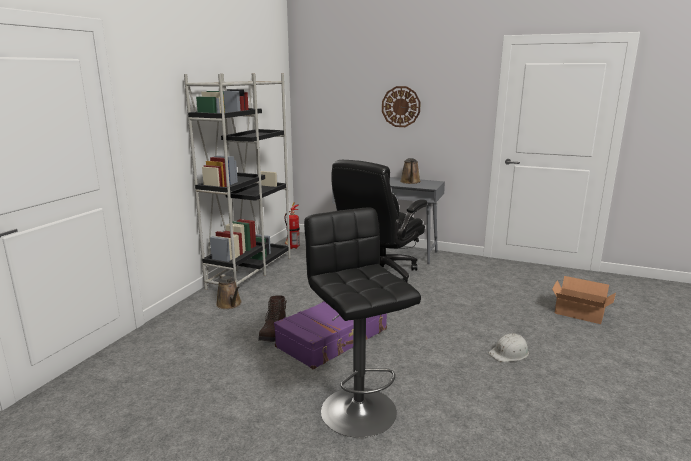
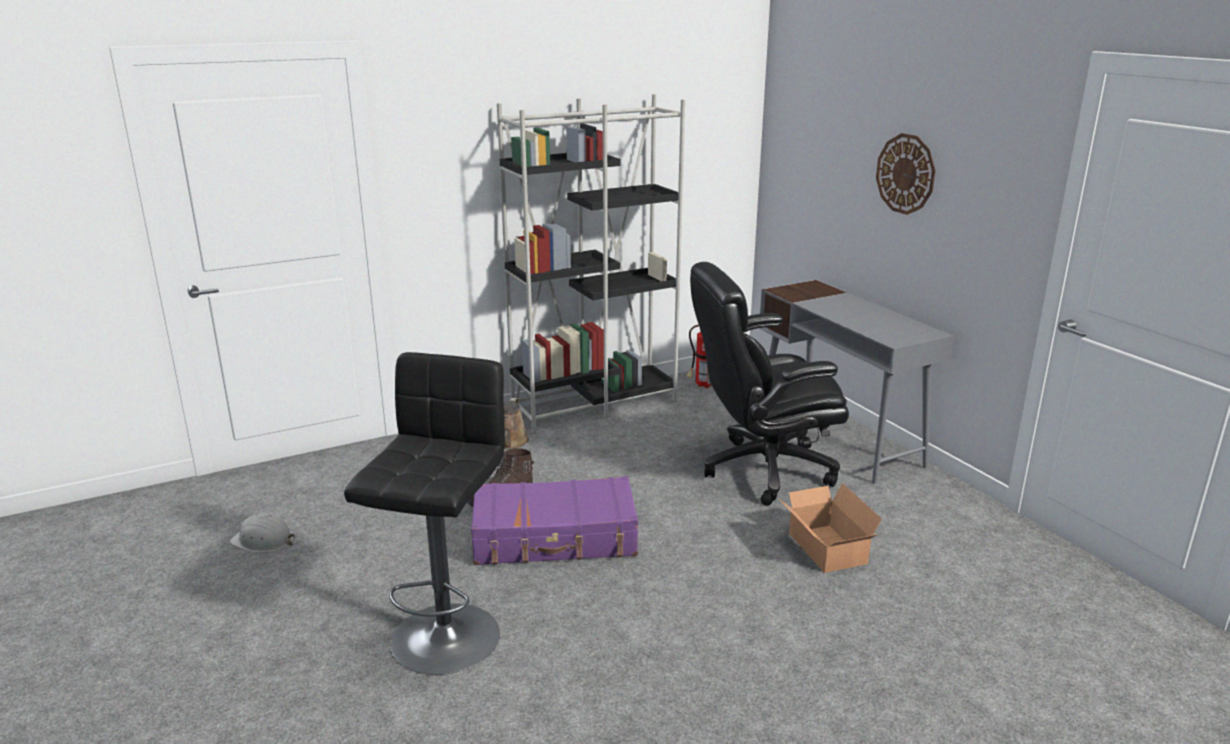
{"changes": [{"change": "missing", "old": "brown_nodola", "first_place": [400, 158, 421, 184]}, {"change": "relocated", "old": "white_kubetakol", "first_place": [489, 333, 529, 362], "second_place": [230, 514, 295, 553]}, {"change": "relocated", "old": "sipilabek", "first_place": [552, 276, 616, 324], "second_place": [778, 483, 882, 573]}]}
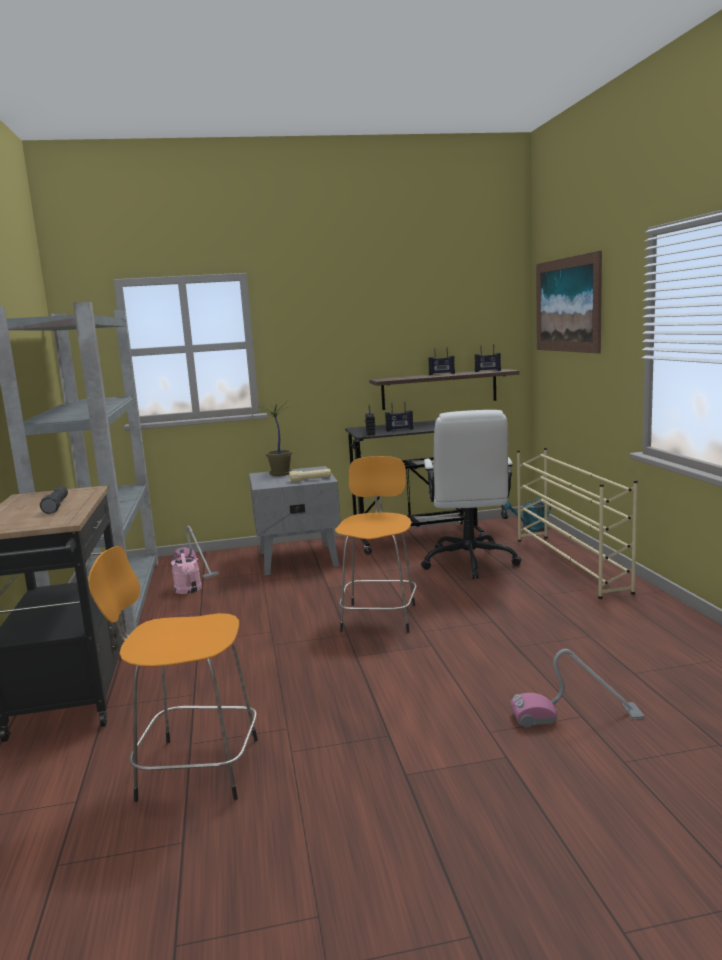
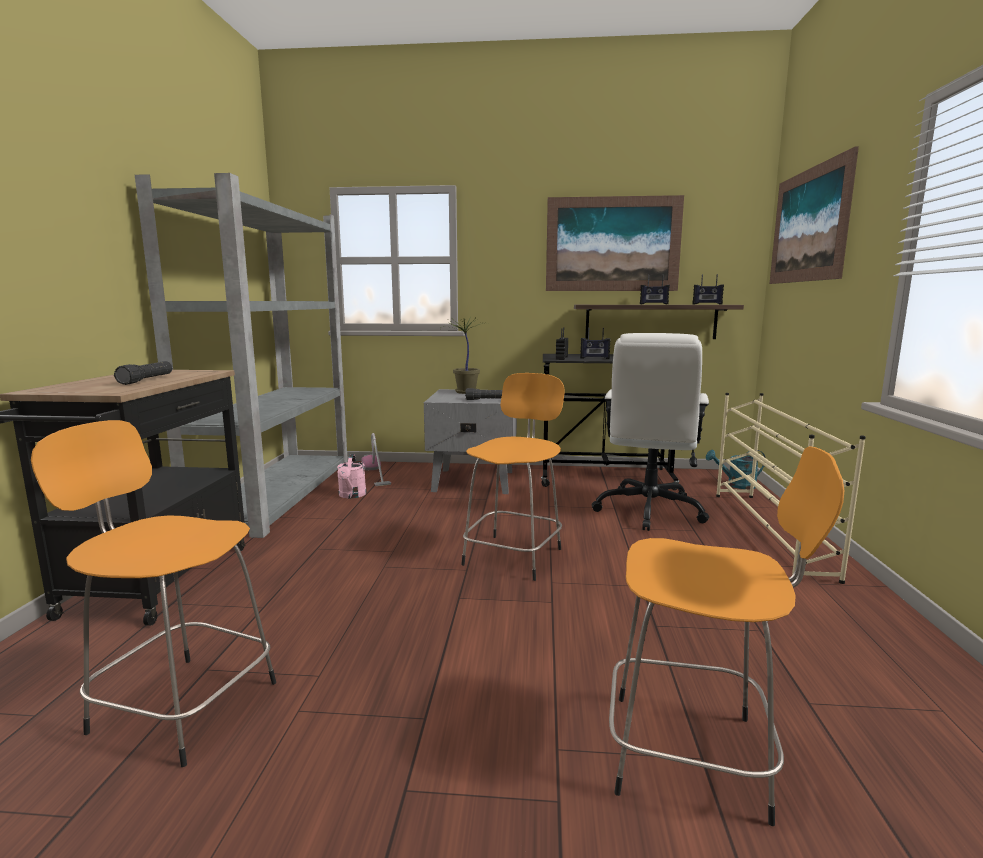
{"changes": [{"change": "appeared", "new": "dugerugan", "second_place": [546, 195, 684, 291]}, {"change": "exchanged", "old": "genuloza", "new": "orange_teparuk", "first_place": [510, 649, 644, 728], "second_place": [609, 446, 845, 826]}, {"change": "colour", "old": "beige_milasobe", "new": "black_milasobe", "first_place": [289, 469, 331, 482], "second_place": [465, 388, 502, 400]}]}
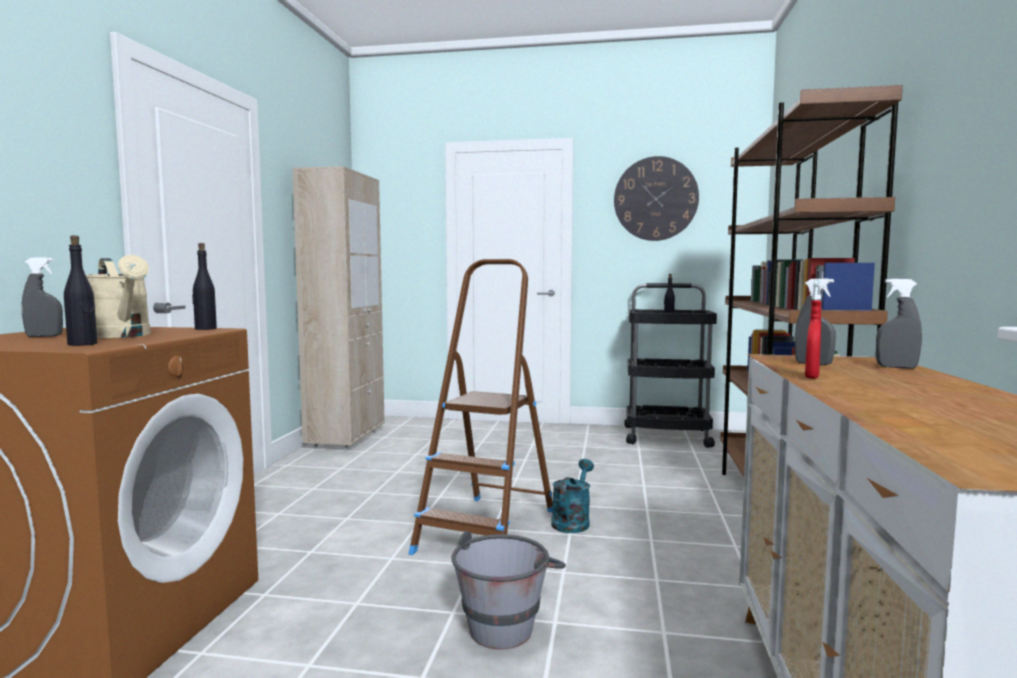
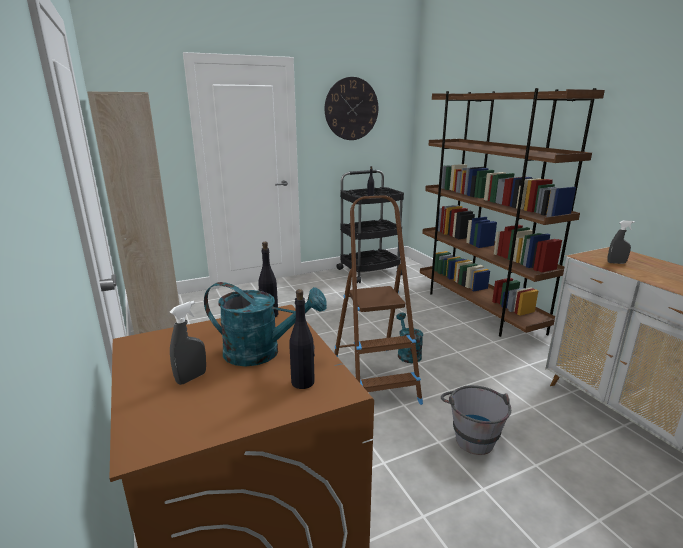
{"changes": [{"change": "missing", "old": "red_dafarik", "first_place": [805, 279, 821, 379]}, {"change": "missing", "old": "grey_dafarik", "first_place": [876, 279, 922, 369]}, {"change": "colour", "old": "beige_nodola", "new": "turquoise_nodola", "first_place": [86, 255, 151, 338], "second_place": [204, 282, 327, 366]}]}
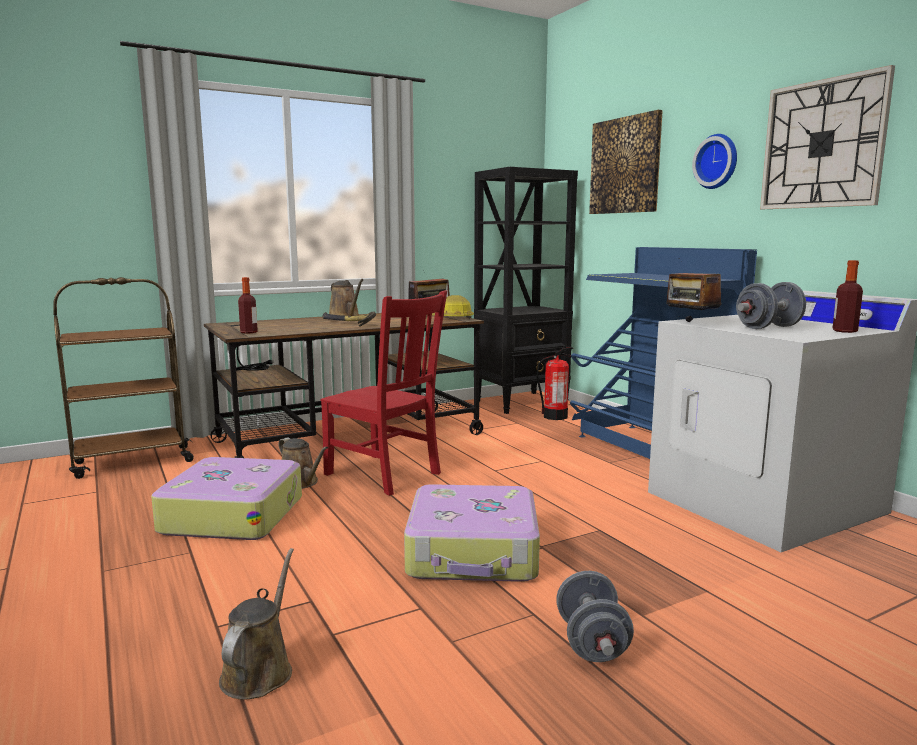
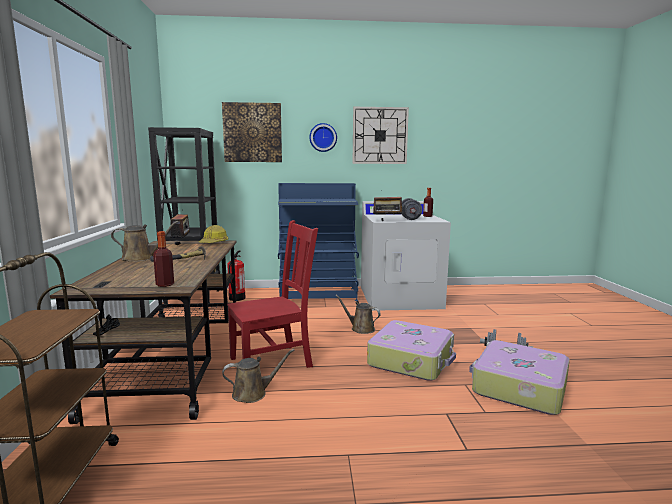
{"changes": [{"change": "relocated", "old": "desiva", "first_place": [151, 457, 302, 540], "second_place": [469, 340, 570, 415]}, {"change": "relocated", "old": "brown_nodola", "first_place": [219, 548, 294, 700], "second_place": [335, 295, 381, 334]}]}
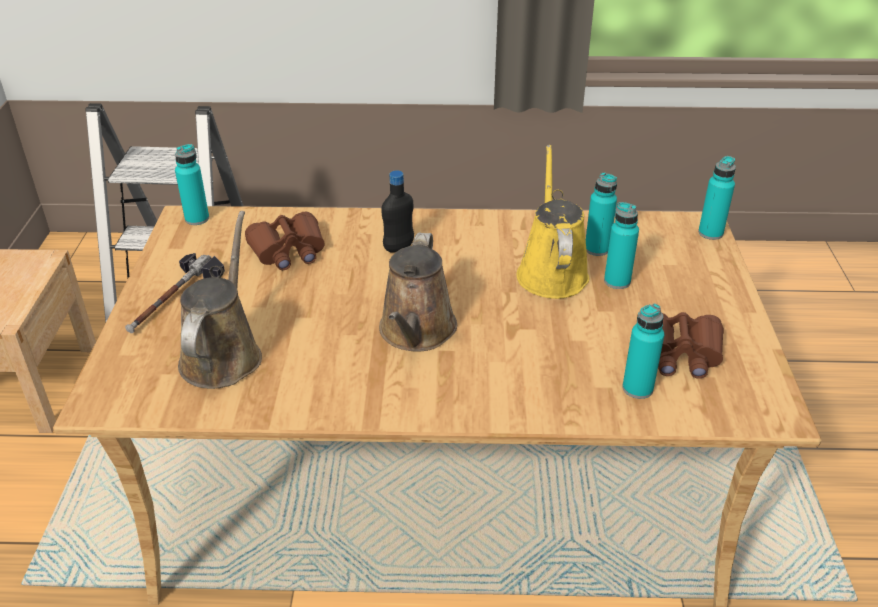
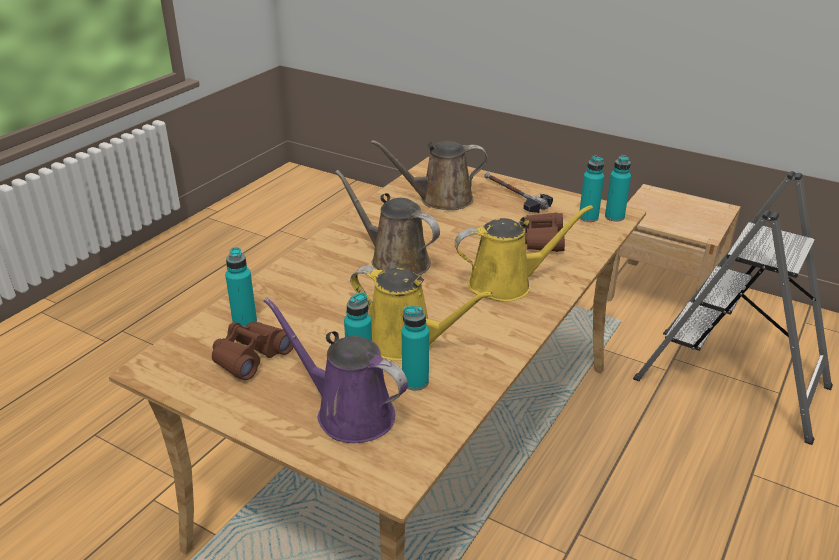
{"changes": [{"change": "appeared", "new": "purple_nodola", "second_place": [264, 297, 408, 443]}, {"change": "relocated", "old": "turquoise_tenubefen", "first_place": [698, 156, 736, 240], "second_place": [580, 155, 604, 222]}, {"change": "exchanged", "old": "black_tenubefen", "new": "yellow_nodola", "first_place": [381, 170, 414, 253], "second_place": [455, 205, 593, 302]}, {"change": "spun", "old": "brown_nodola", "first_place": [178, 211, 262, 389], "second_place": [371, 140, 488, 210], "degrees": 135}]}
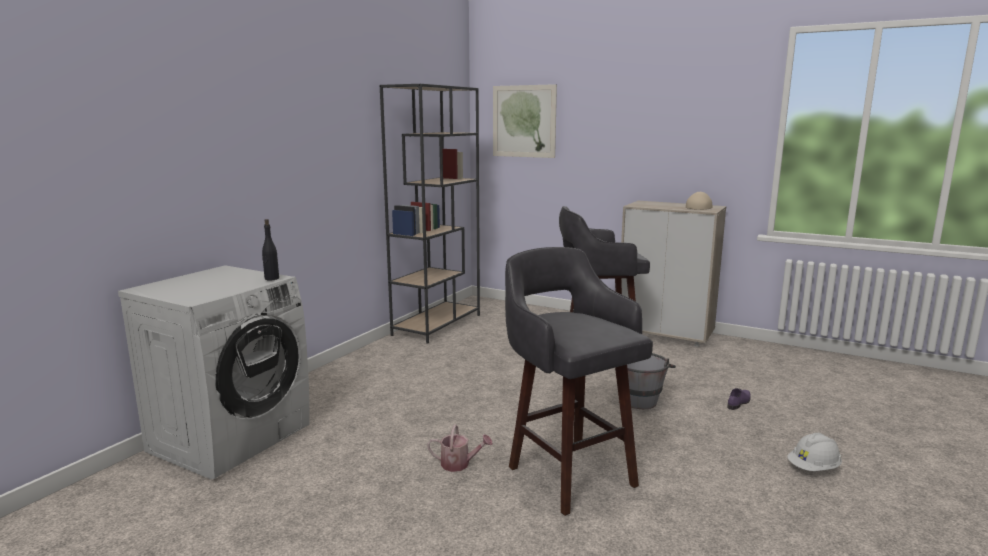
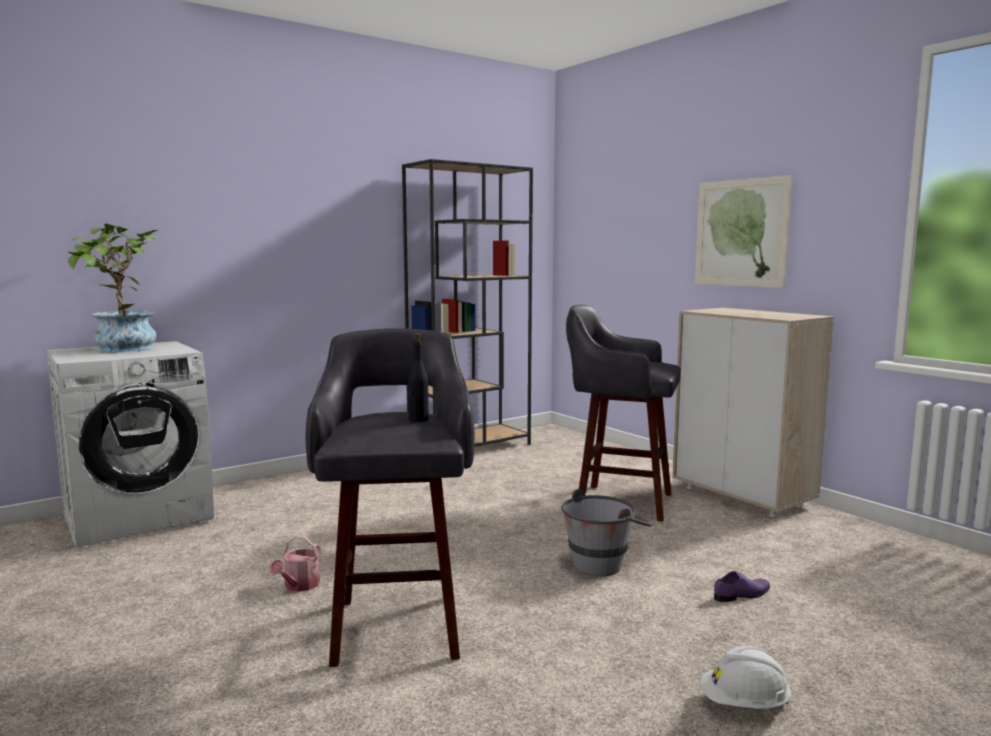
{"changes": [{"change": "missing", "old": "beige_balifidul", "first_place": [686, 192, 713, 210]}, {"change": "appeared", "new": "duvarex", "second_place": [68, 223, 158, 352]}, {"change": "relocated", "old": "black_tenubefen", "first_place": [262, 219, 279, 281], "second_place": [407, 333, 429, 422]}, {"change": "relocated", "old": "dugerugan", "first_place": [493, 84, 557, 158], "second_place": [695, 175, 792, 288]}, {"change": "spun", "old": "nodola", "first_place": [427, 424, 493, 472], "second_place": [270, 536, 320, 592], "degrees": 75}]}
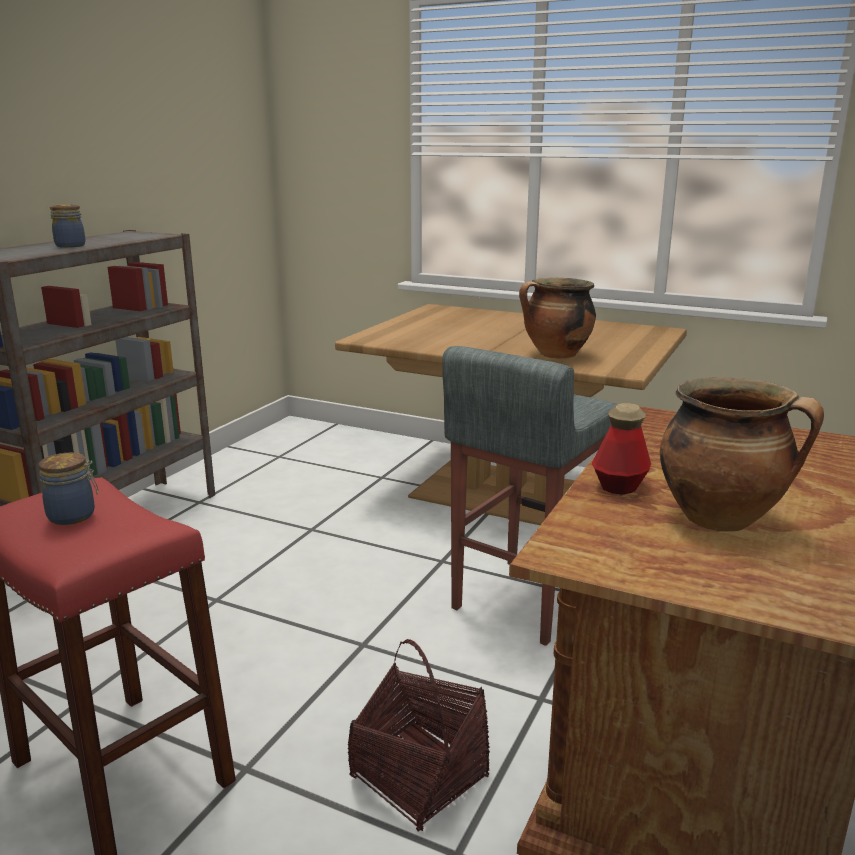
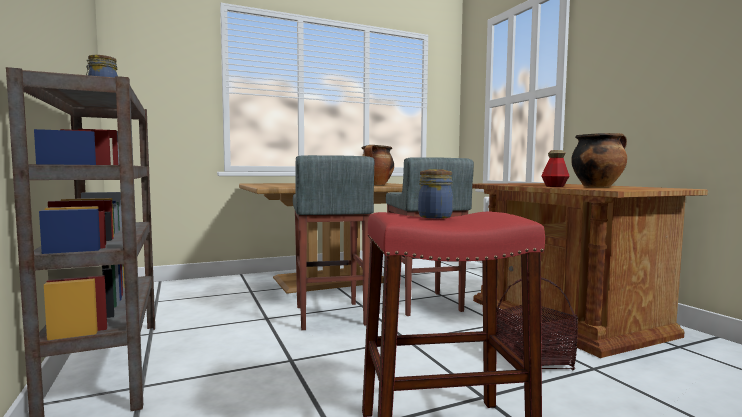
{"changes": [{"change": "appeared", "new": "grey_teparuk", "second_place": [293, 155, 374, 330]}]}
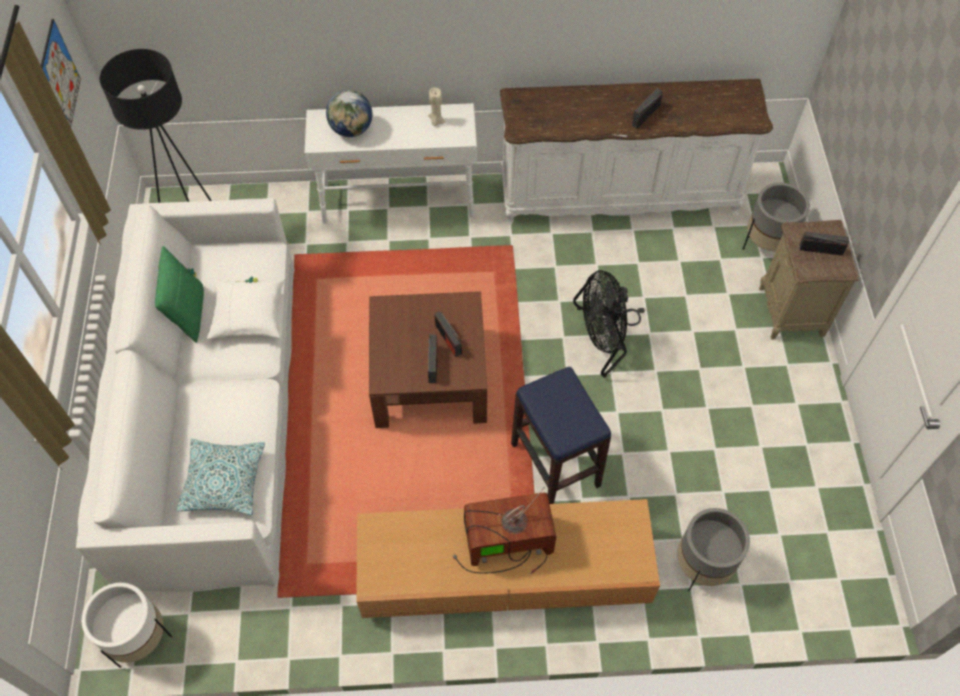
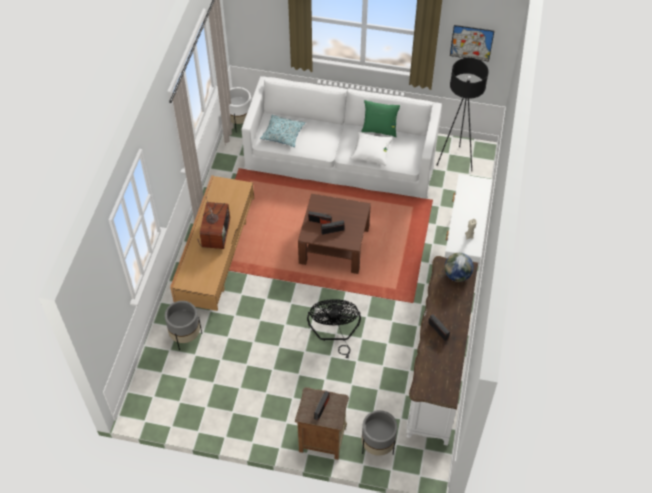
{"changes": [{"change": "missing", "old": "teparuk", "first_place": [511, 367, 611, 504]}, {"change": "relocated", "old": "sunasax", "first_place": [326, 90, 372, 137], "second_place": [444, 253, 474, 282]}]}
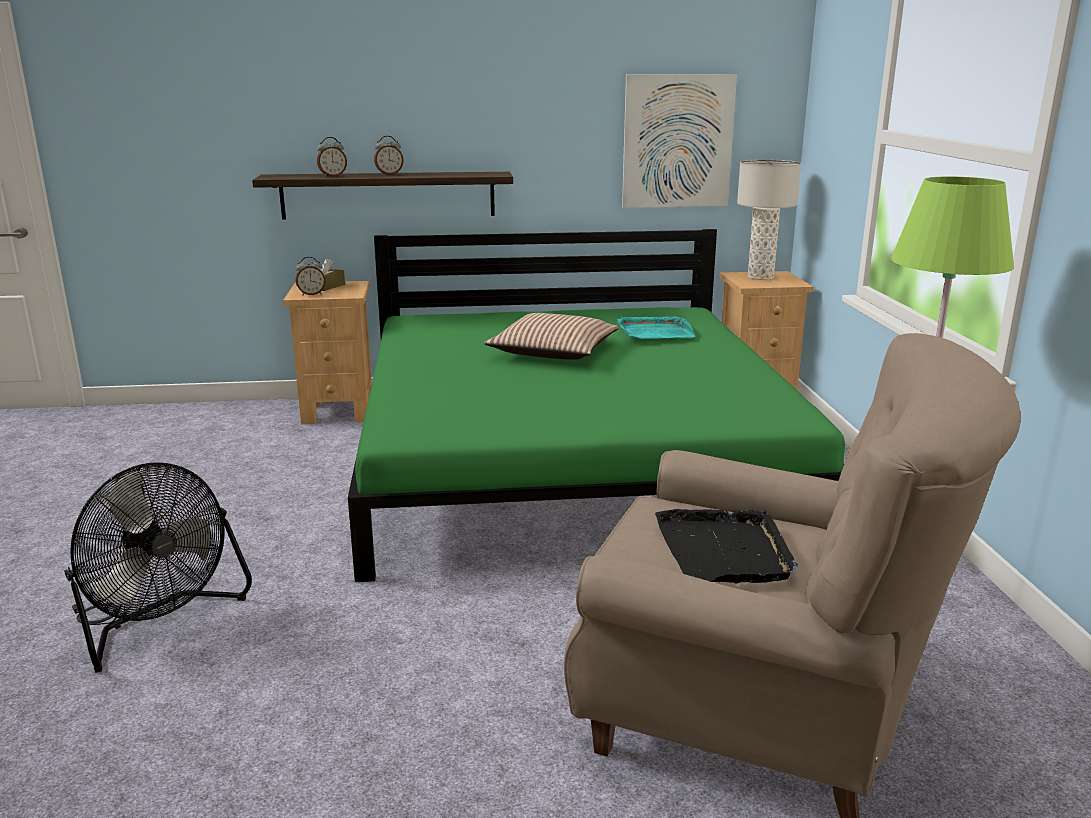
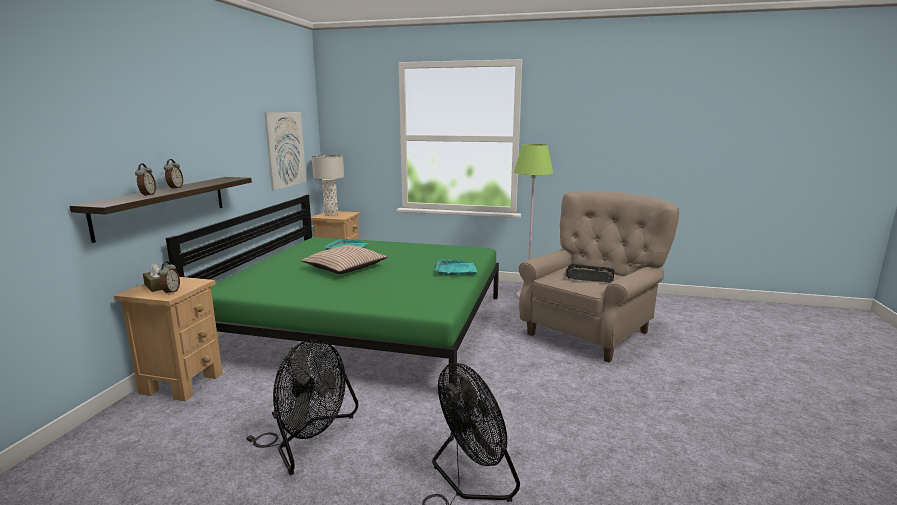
{"changes": [{"change": "appeared", "new": "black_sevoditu", "second_place": [247, 338, 358, 476]}, {"change": "appeared", "new": "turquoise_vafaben", "second_place": [435, 260, 477, 275]}]}
